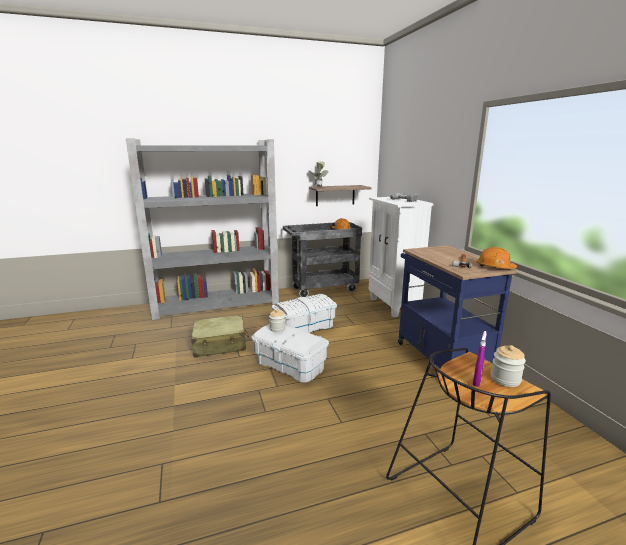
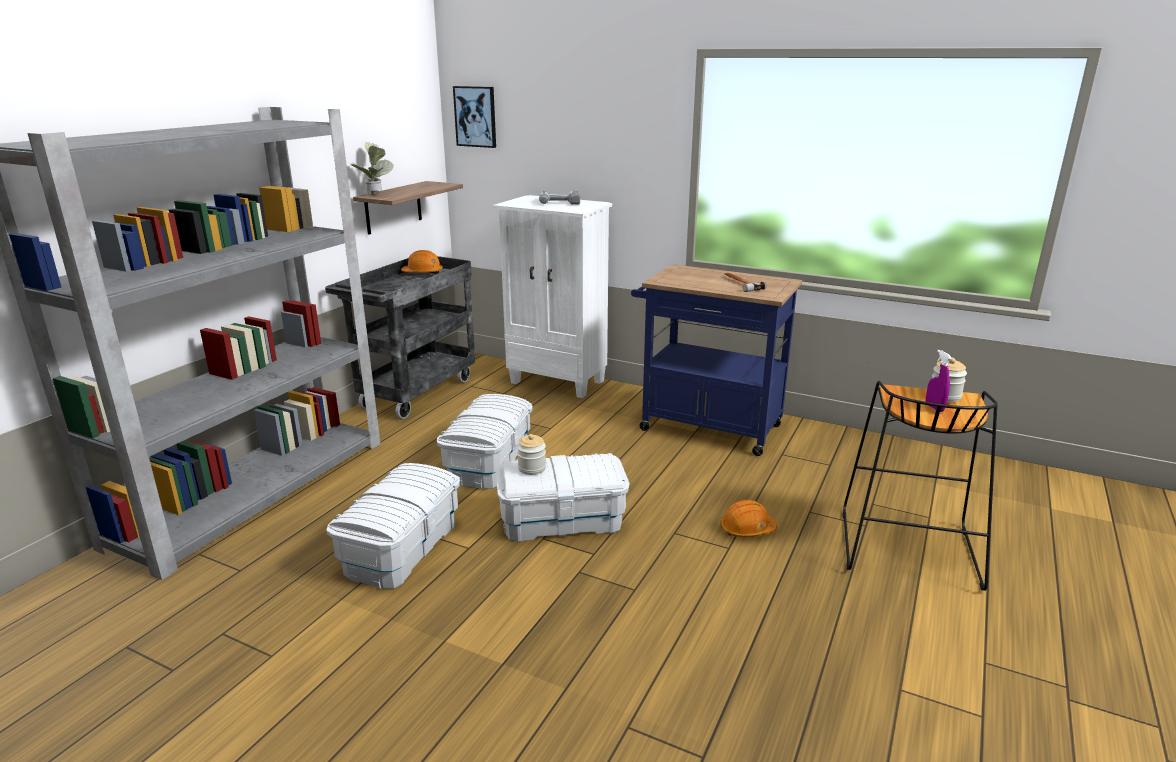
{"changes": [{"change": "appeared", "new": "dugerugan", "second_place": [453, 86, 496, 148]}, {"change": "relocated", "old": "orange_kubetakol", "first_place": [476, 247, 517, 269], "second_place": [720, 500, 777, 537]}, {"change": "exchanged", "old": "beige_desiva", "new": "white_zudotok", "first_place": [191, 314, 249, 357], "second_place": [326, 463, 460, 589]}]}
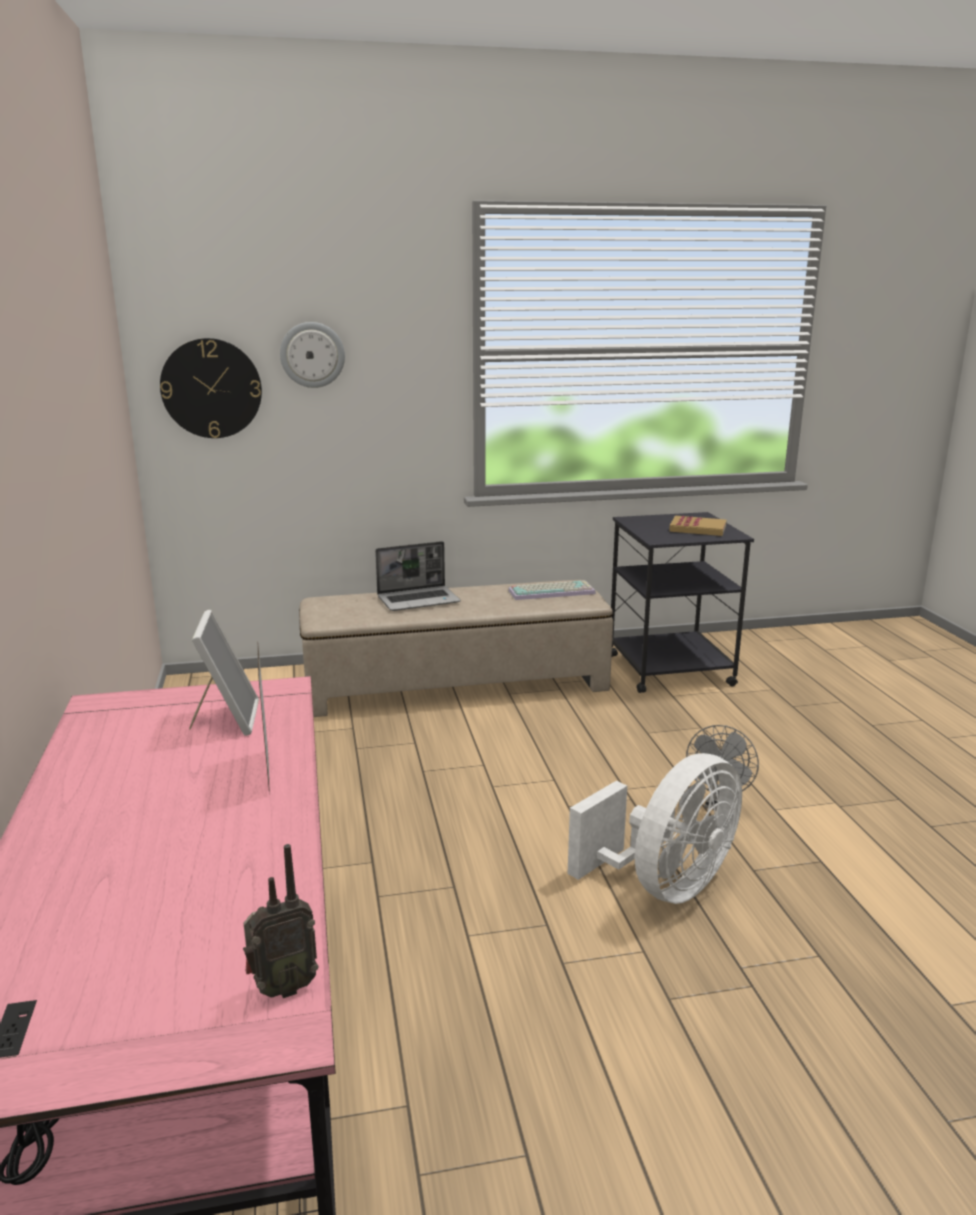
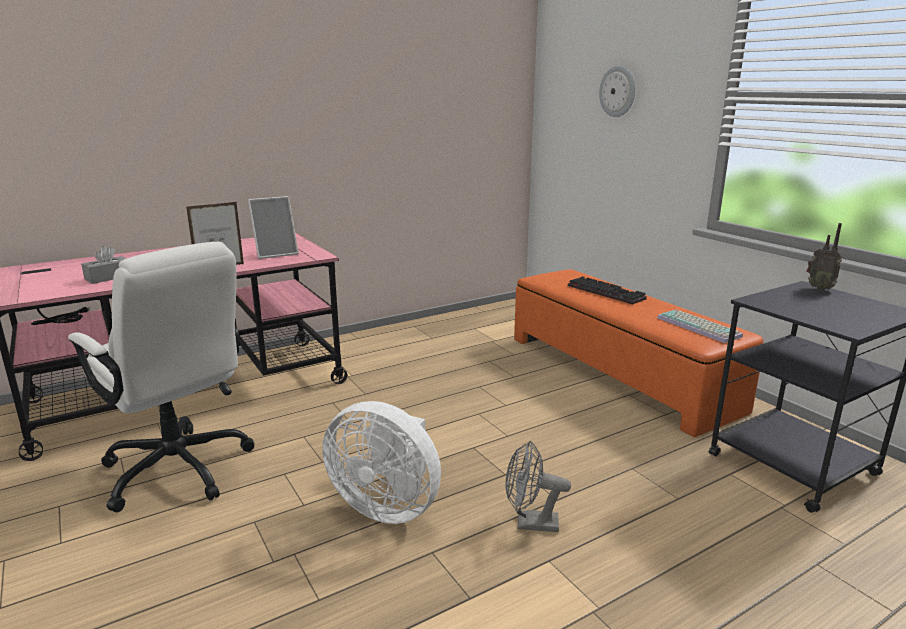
{"changes": [{"change": "missing", "old": "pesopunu", "first_place": [160, 338, 262, 438]}, {"change": "missing", "old": "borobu", "first_place": [669, 516, 727, 536]}, {"change": "appeared", "new": "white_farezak", "second_place": [68, 242, 255, 512]}, {"change": "appeared", "new": "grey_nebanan", "second_place": [81, 246, 127, 284]}, {"change": "relocated", "old": "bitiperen", "first_place": [243, 844, 319, 998], "second_place": [806, 223, 842, 291]}, {"change": "exchanged", "old": "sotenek", "new": "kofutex", "first_place": [375, 541, 461, 611], "second_place": [568, 276, 647, 305]}, {"change": "colour", "old": "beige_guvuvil", "new": "orange_guvuvil", "first_place": [299, 580, 613, 717], "second_place": [514, 269, 763, 437]}]}
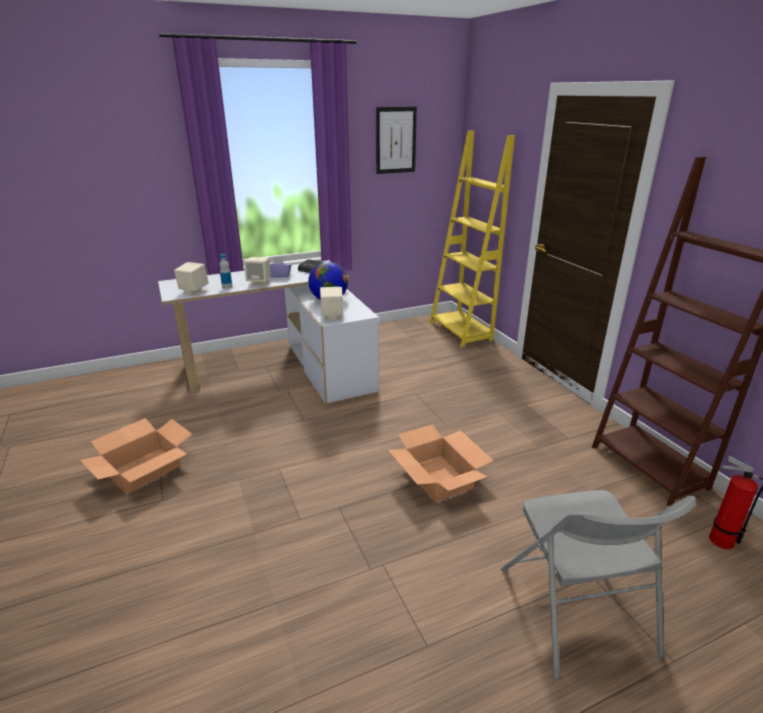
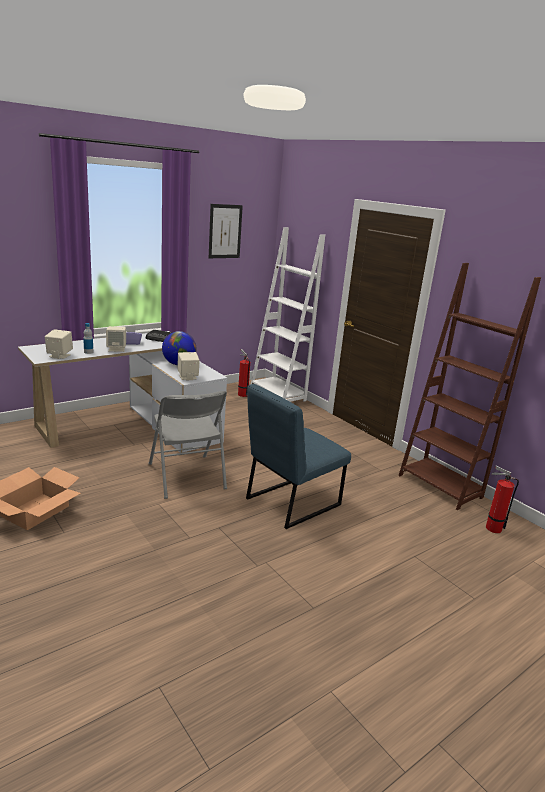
{"changes": [{"change": "appeared", "new": "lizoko", "second_place": [238, 349, 250, 397]}, {"change": "relocated", "old": "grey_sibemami", "first_place": [501, 490, 696, 679], "second_place": [148, 391, 227, 499]}, {"change": "exchanged", "old": "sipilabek", "new": "blue_sibemami", "first_place": [388, 424, 494, 502], "second_place": [246, 384, 351, 529]}, {"change": "colour", "old": "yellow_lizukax", "new": "white_lizukax", "first_place": [430, 130, 515, 347], "second_place": [251, 227, 325, 402]}]}
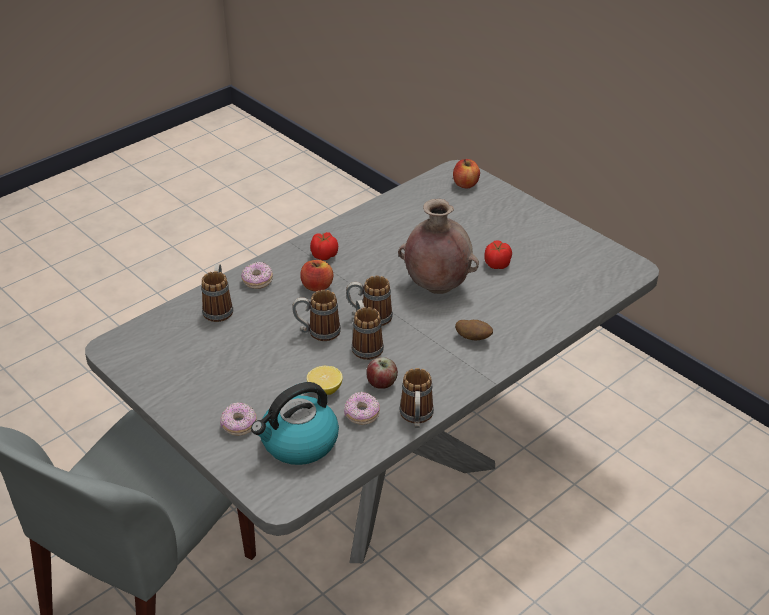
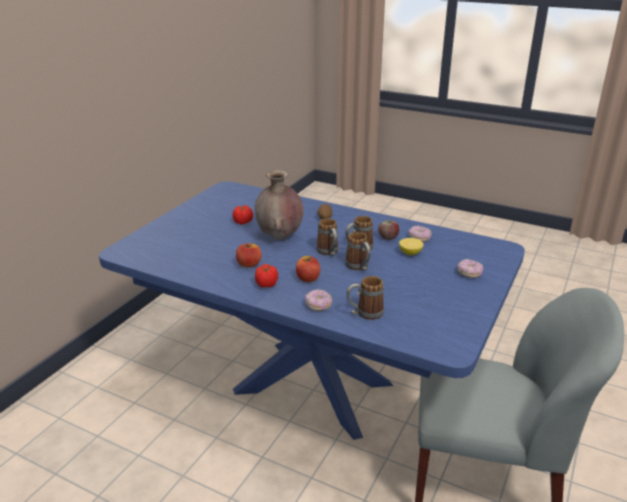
{"changes": [{"change": "missing", "old": "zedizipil", "first_place": [251, 382, 339, 465]}, {"change": "missing", "old": "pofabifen", "first_place": [399, 368, 434, 428]}, {"change": "relocated", "old": "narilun", "first_place": [453, 159, 480, 188], "second_place": [236, 243, 261, 267]}, {"change": "colour", "old": "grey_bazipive", "new": "blue_bazipive", "first_place": [85, 160, 659, 563], "second_place": [99, 181, 525, 440]}]}
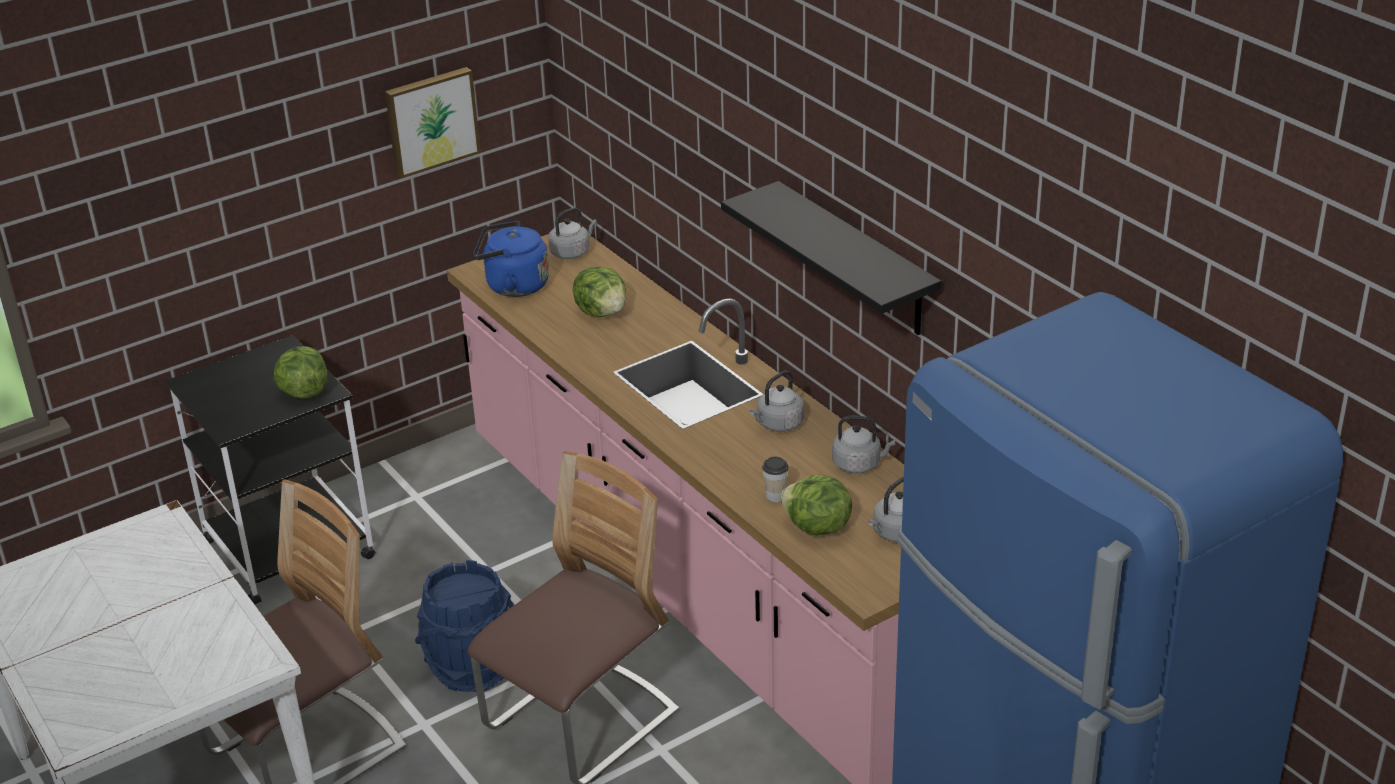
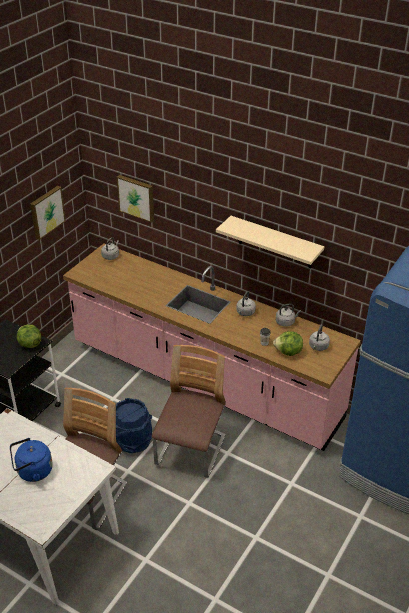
{"changes": [{"change": "missing", "old": "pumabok", "first_place": [573, 267, 626, 317]}, {"change": "appeared", "new": "dugerugan", "second_place": [117, 175, 154, 223]}, {"change": "relocated", "old": "blue_zedizipil", "first_place": [473, 221, 549, 297], "second_place": [10, 438, 53, 482]}, {"change": "colour", "old": "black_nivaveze", "new": "beige_nivaveze", "first_place": [721, 181, 942, 335], "second_place": [216, 216, 324, 268]}]}
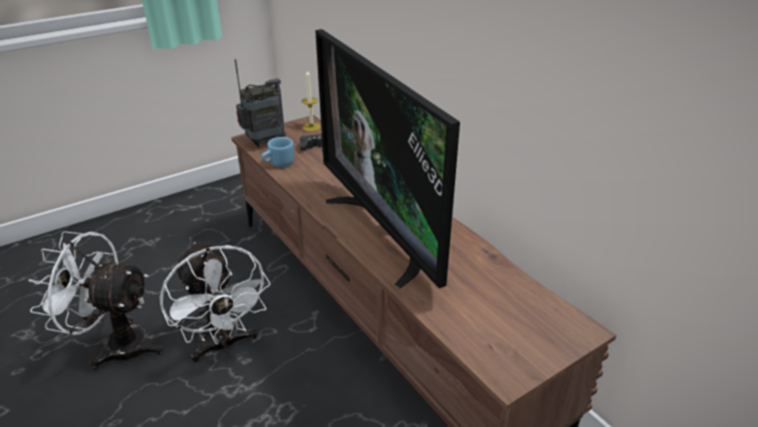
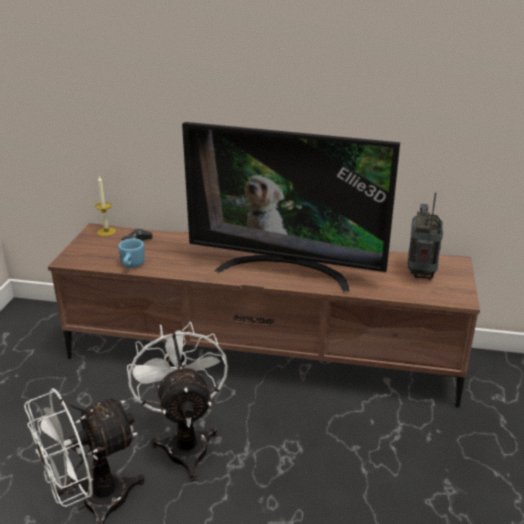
{"changes": [{"change": "relocated", "old": "bitiperen", "first_place": [235, 59, 286, 148], "second_place": [408, 192, 443, 280]}, {"change": "spun", "old": "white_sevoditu", "first_place": [159, 242, 271, 363], "second_place": [127, 322, 228, 481], "degrees": -120}]}
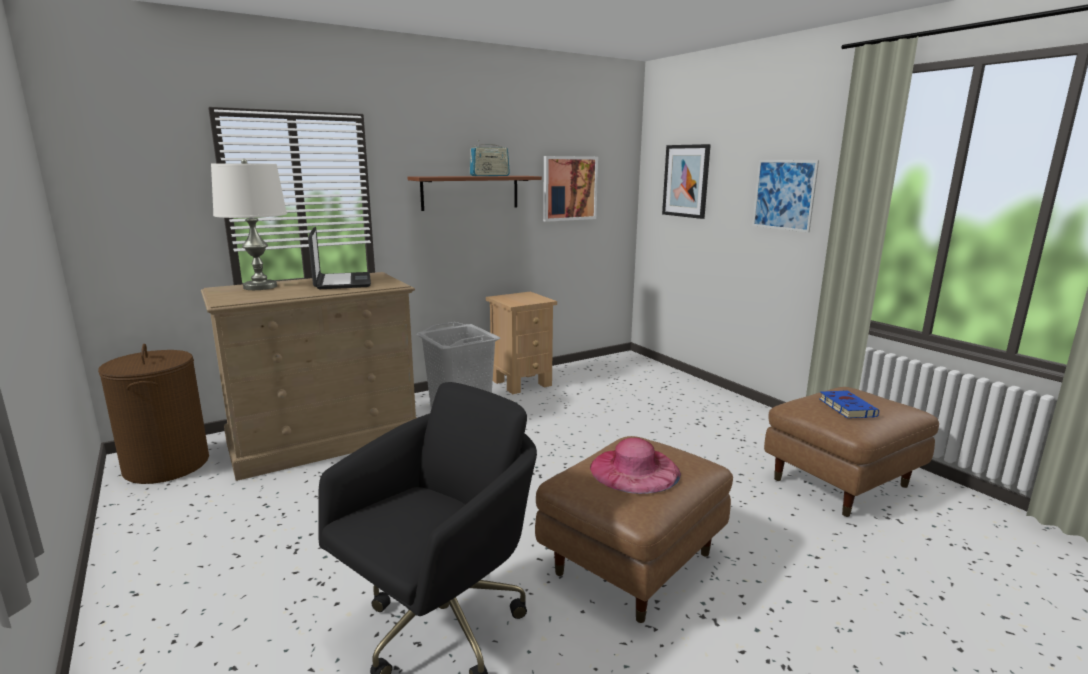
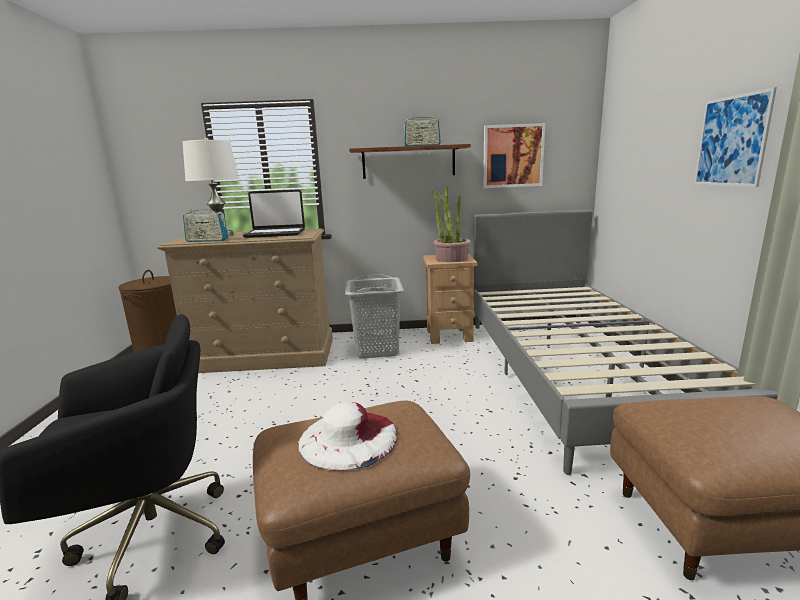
{"changes": [{"change": "missing", "old": "dugerugan", "first_place": [662, 144, 711, 219]}, {"change": "missing", "old": "blue_borobu", "first_place": [819, 390, 879, 418]}, {"change": "appeared", "new": "bitiperen", "second_place": [183, 207, 228, 242]}, {"change": "appeared", "new": "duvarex", "second_place": [432, 187, 471, 262]}, {"change": "appeared", "new": "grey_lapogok", "second_place": [473, 209, 778, 475]}, {"change": "colour", "old": "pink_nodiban", "new": "white_nodiban", "first_place": [590, 438, 681, 494], "second_place": [298, 401, 397, 471]}, {"change": "spun", "old": "sotenek", "first_place": [308, 227, 371, 289], "second_place": [243, 189, 305, 238], "degrees": 75}]}
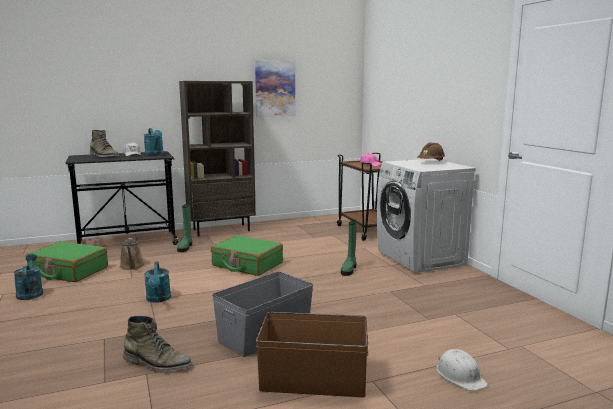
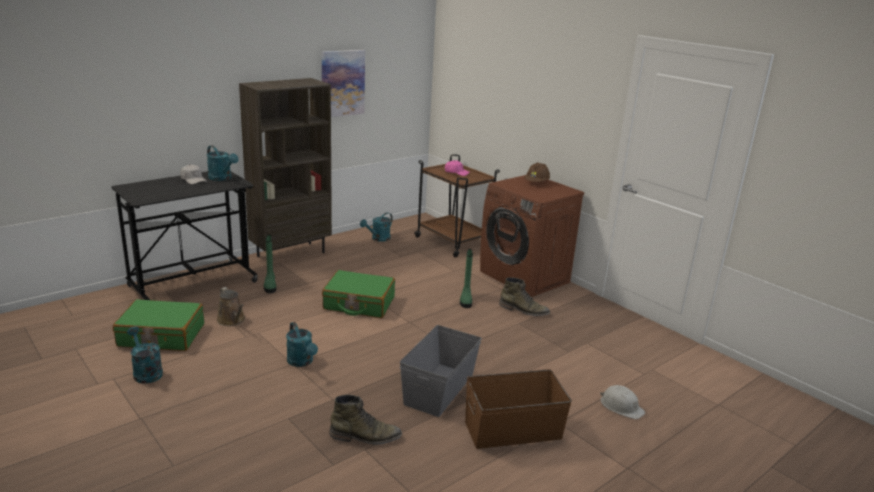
{"changes": [{"change": "appeared", "new": "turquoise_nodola", "second_place": [360, 212, 393, 242]}, {"change": "relocated", "old": "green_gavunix", "first_place": [90, 130, 119, 157], "second_place": [499, 277, 550, 316]}, {"change": "colour", "old": "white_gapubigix", "new": "brown_gapubigix", "first_place": [377, 159, 476, 273], "second_place": [480, 175, 584, 297]}]}
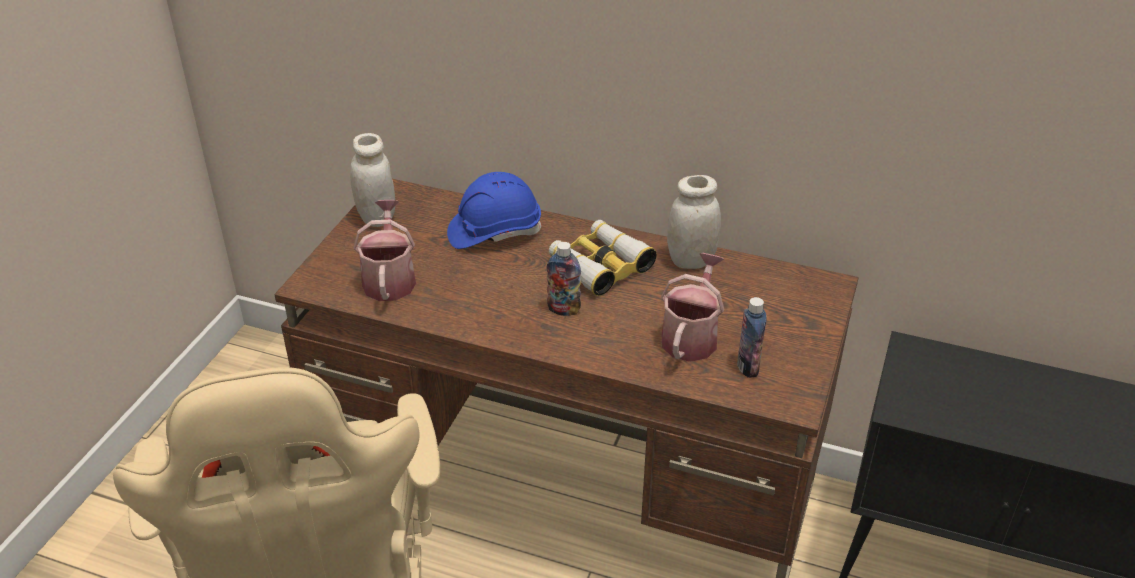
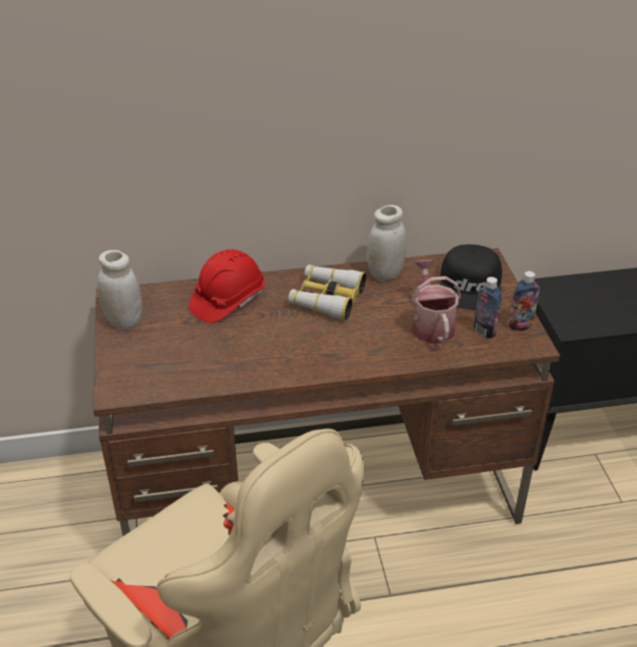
{"changes": [{"change": "missing", "old": "nodola", "first_place": [354, 200, 416, 301]}, {"change": "appeared", "new": "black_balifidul", "second_place": [440, 244, 502, 310]}, {"change": "relocated", "old": "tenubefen", "first_place": [546, 242, 581, 316], "second_place": [509, 271, 540, 331]}, {"change": "colour", "old": "blue_kubetakol", "new": "red_kubetakol", "first_place": [447, 172, 541, 249], "second_place": [189, 249, 265, 323]}]}
